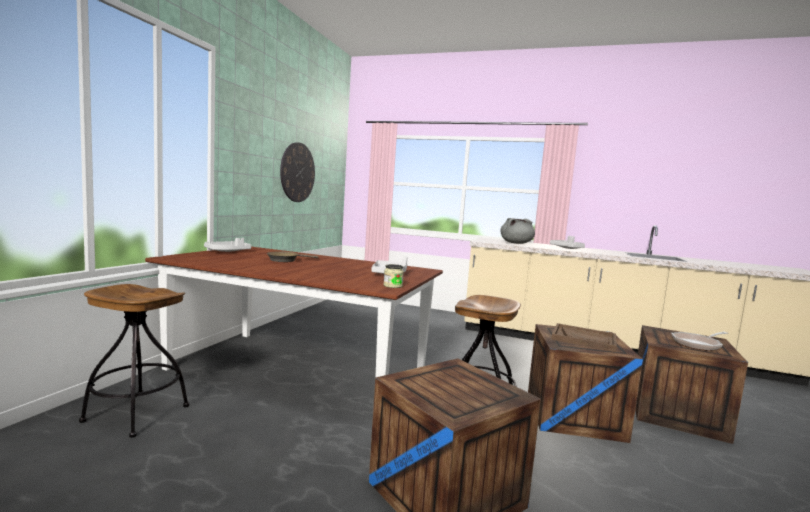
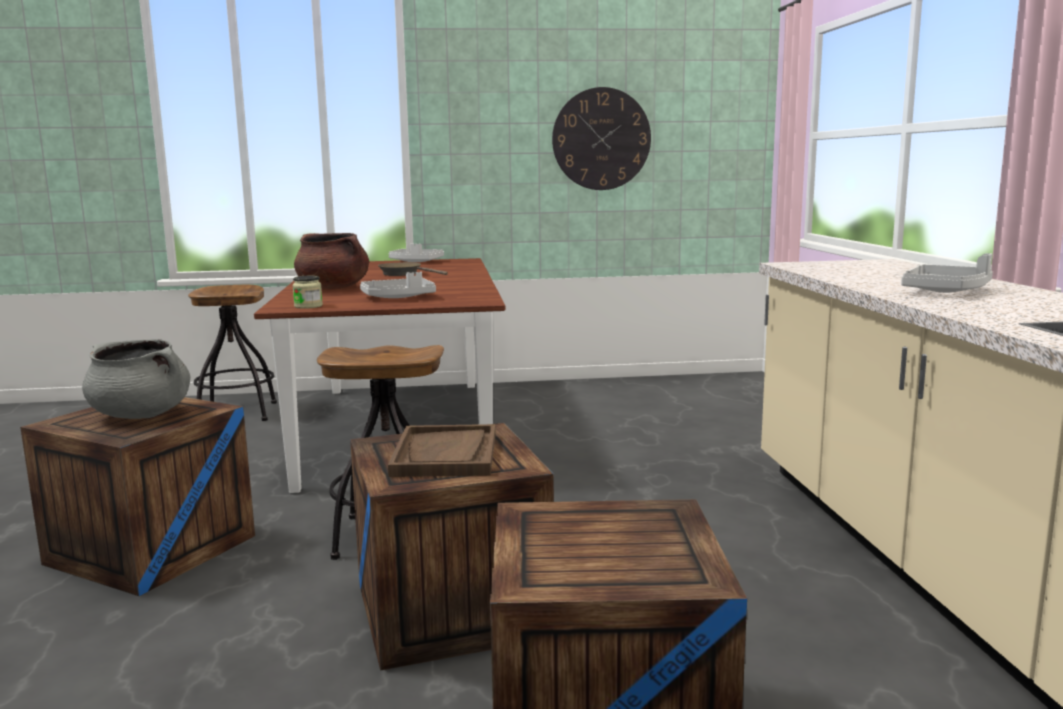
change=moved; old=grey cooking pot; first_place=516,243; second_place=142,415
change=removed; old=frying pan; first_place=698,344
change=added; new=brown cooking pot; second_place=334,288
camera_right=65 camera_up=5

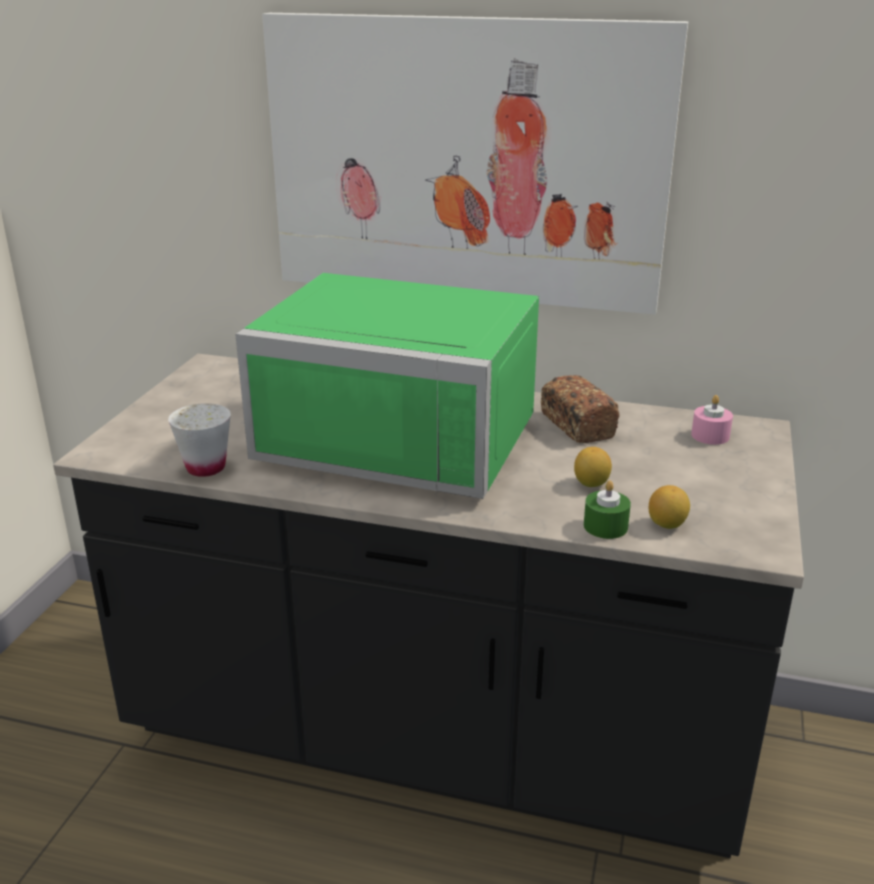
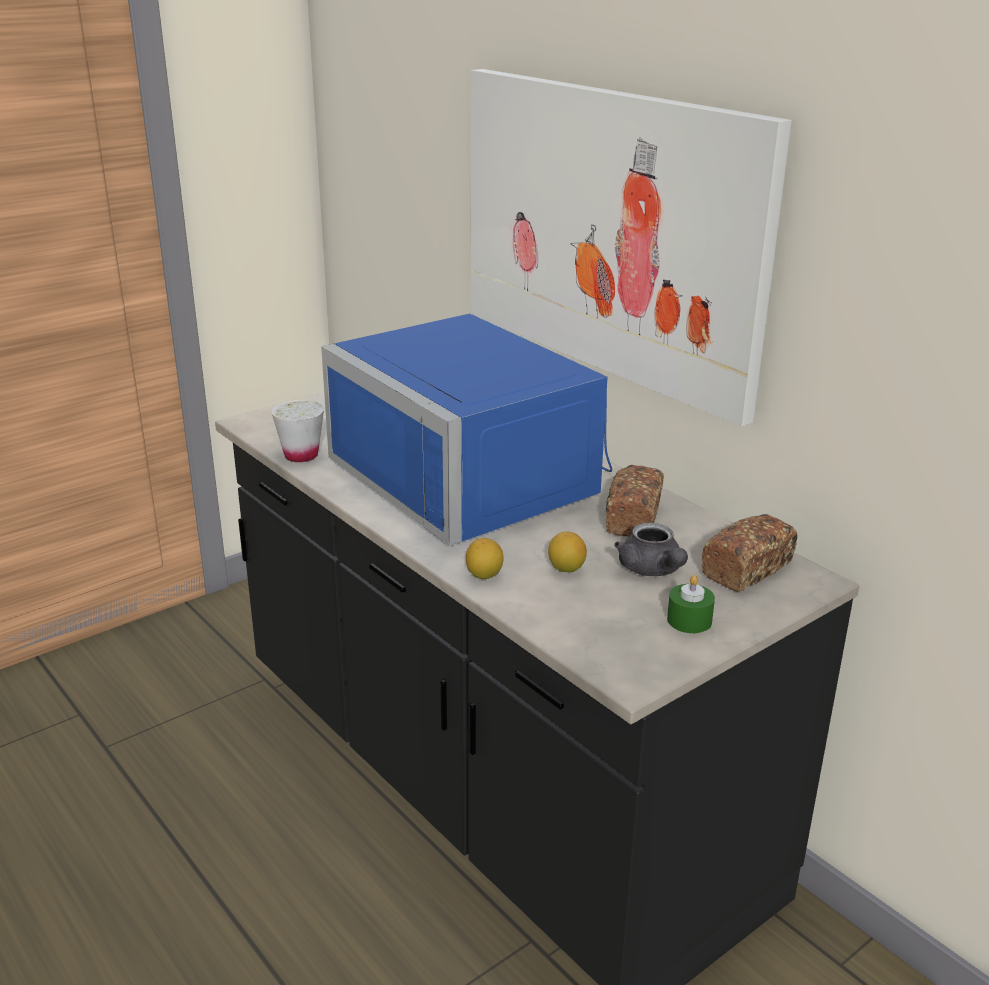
change=recoloured; old=green microwave; new=blue microwave; first_place=406,434; second_place=478,478
change=moved; old=green candle; first_place=605,526; second_place=689,620
change=moved; old=lemon; first_place=667,524; second_place=484,575
change=replaced; old=pink candle; new=bread; first_place=710,436; second_place=746,569
change=added; new=grey teapot; second_place=652,570
camera_right=35 camera_up=0

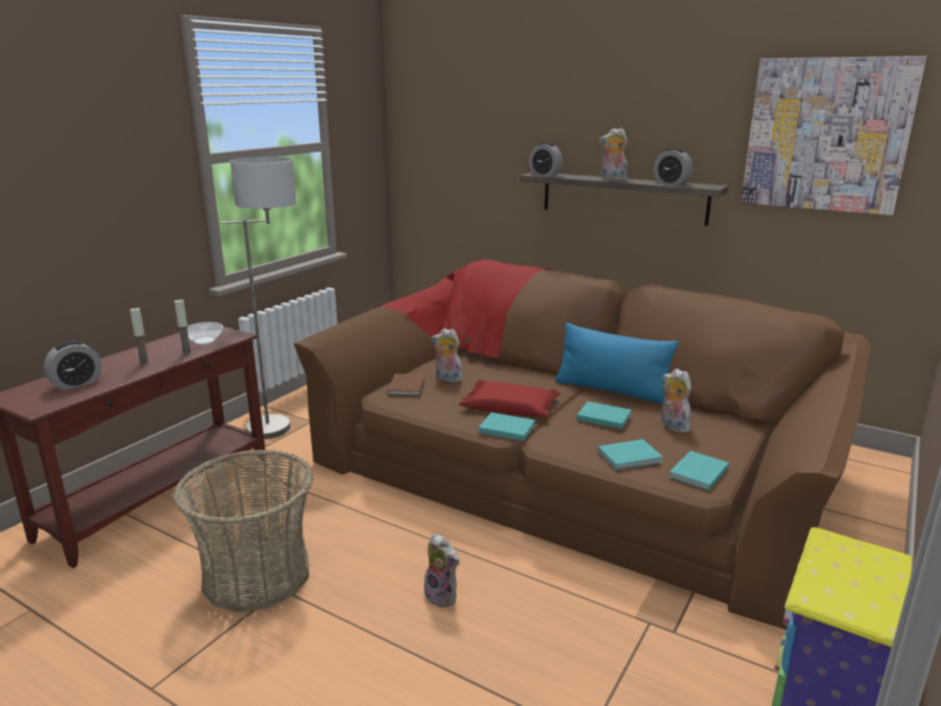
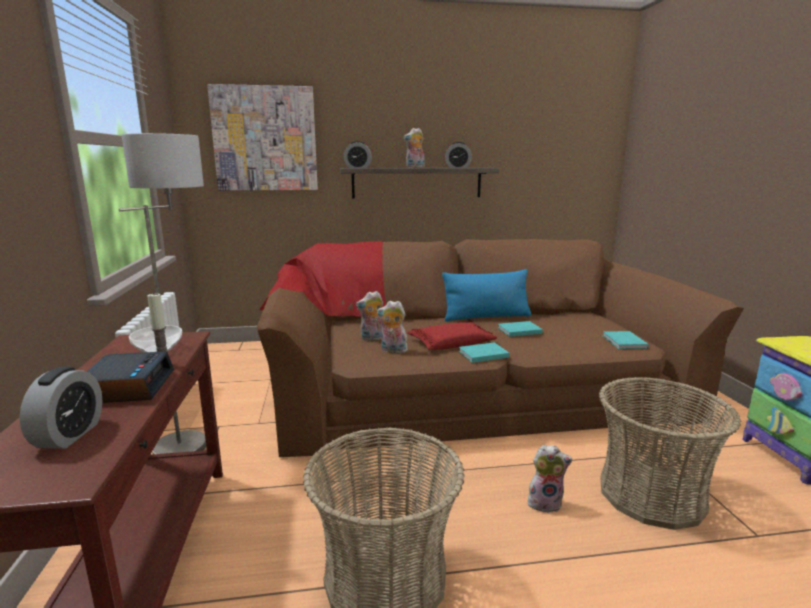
change=replaced; old=candle; new=alarm clock; first_place=144,363; second_place=127,386
change=removed; old=brown book; first_place=407,386
change=removed; old=turquoise book; first_place=631,457
change=moved; old=plush toy; first_place=672,426; second_place=393,350
change=moved; old=picture; first_place=826,135; second_place=265,139
change=added; new=basket; second_place=651,495
camera_right=-40 camera_up=-5

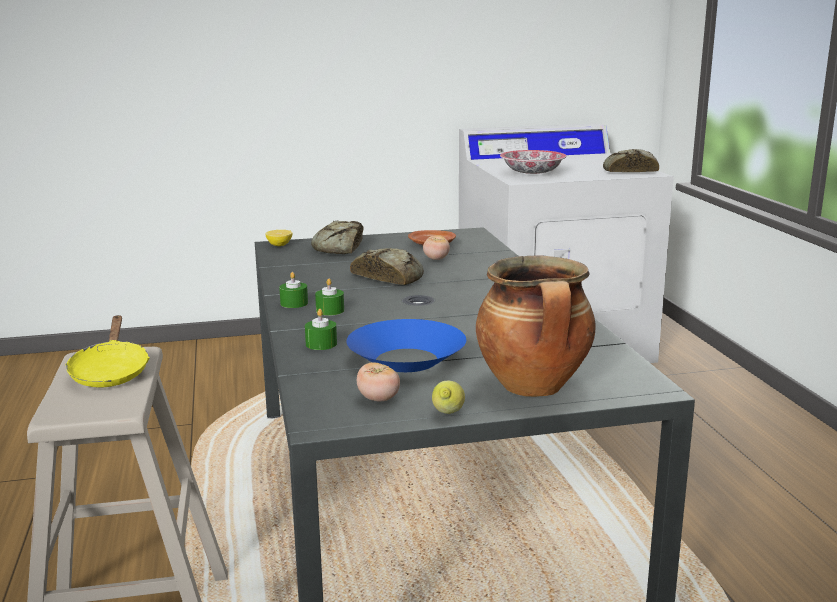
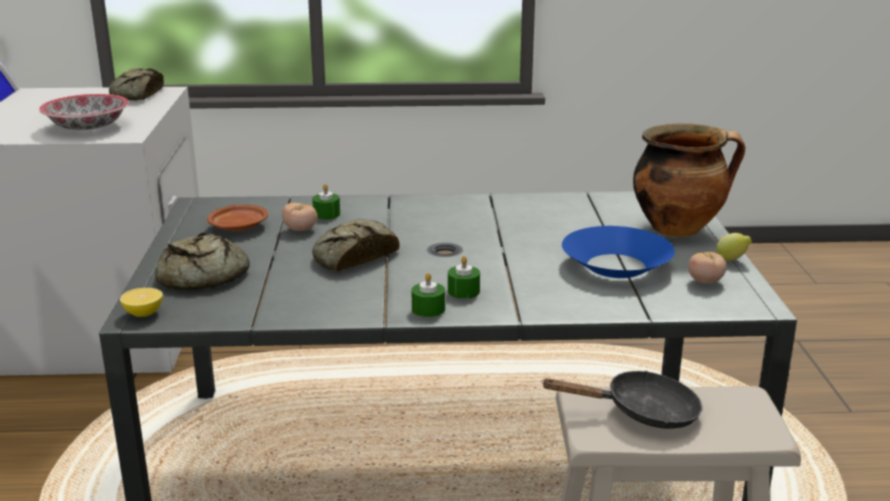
change=recoloured; old=yellow frying pan; new=black frying pan; first_place=110,371; second_place=642,412
change=moved; old=green candle; first_place=321,344; second_place=326,214
camera_right=-80 camera_up=5

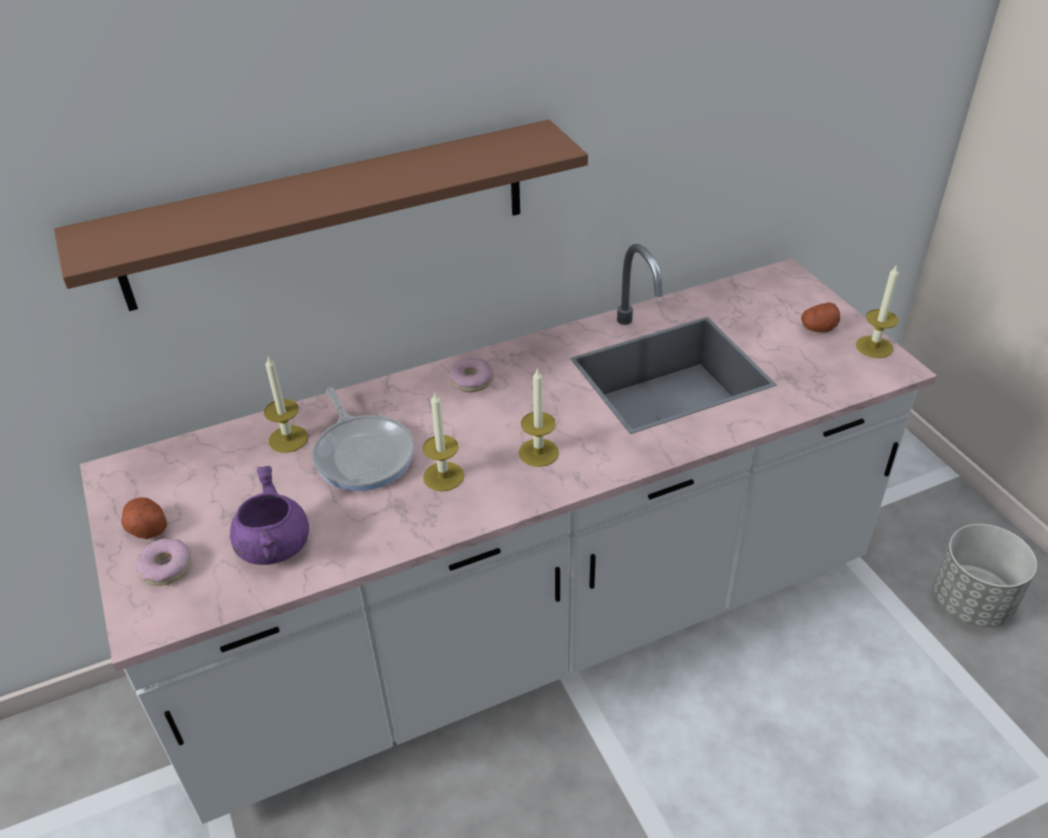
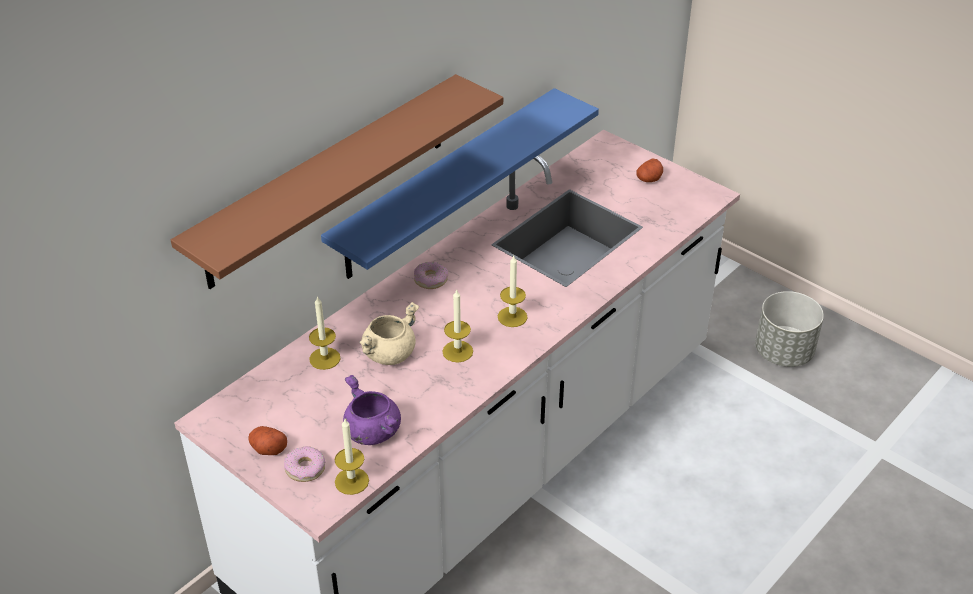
change=replaced; old=frying pan; new=beige cooking pot; first_place=363,454; second_place=389,353
change=moved; old=candle; first_place=874,347; second_place=351,481
change=added; new=blue shelf; second_place=446,183
camera_right=-25 camera_up=0

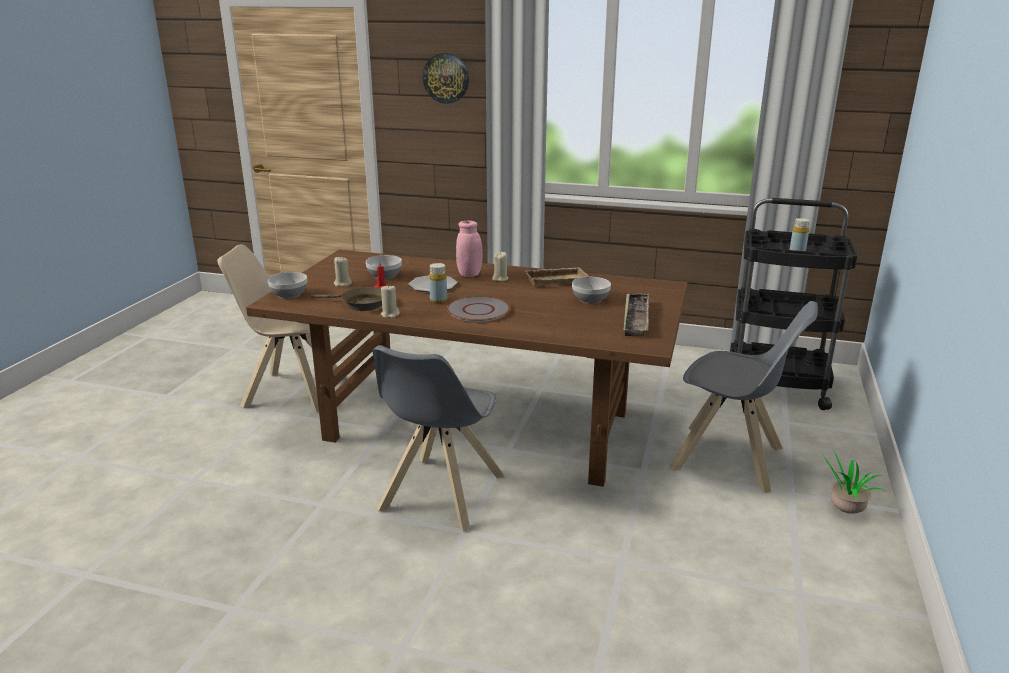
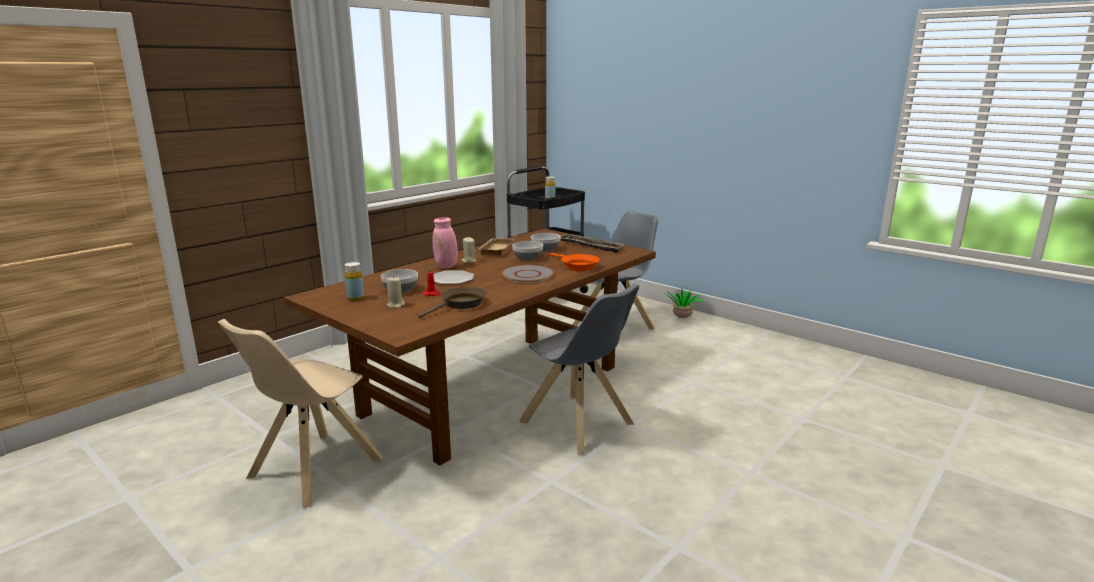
change=moved; old=bowl; first_place=289,295; second_place=528,258
change=removed; old=beige candle; first_place=390,314
change=removed; old=wall clock; first_place=446,78
change=moved; old=yellow bottle; first_place=438,300; second_place=355,298
change=added; new=orange frying pan; second_place=577,266
camera_right=-65 camera_up=-5

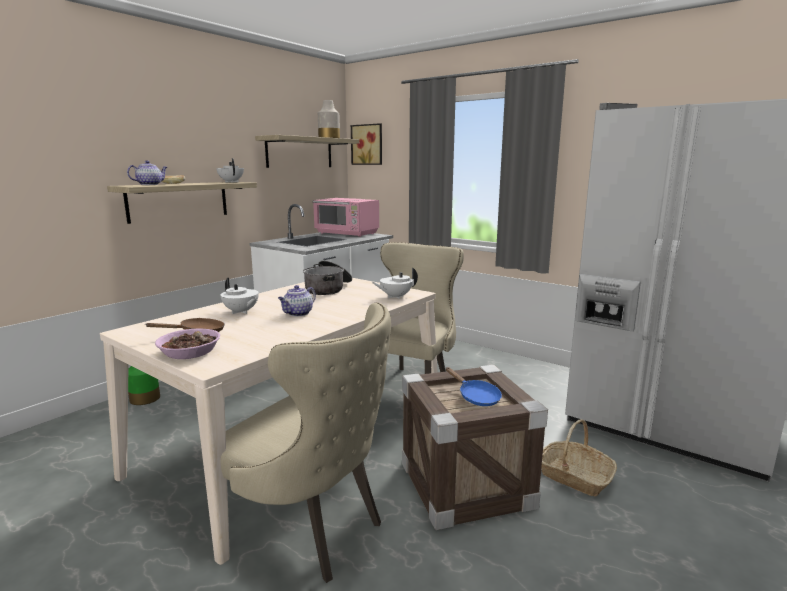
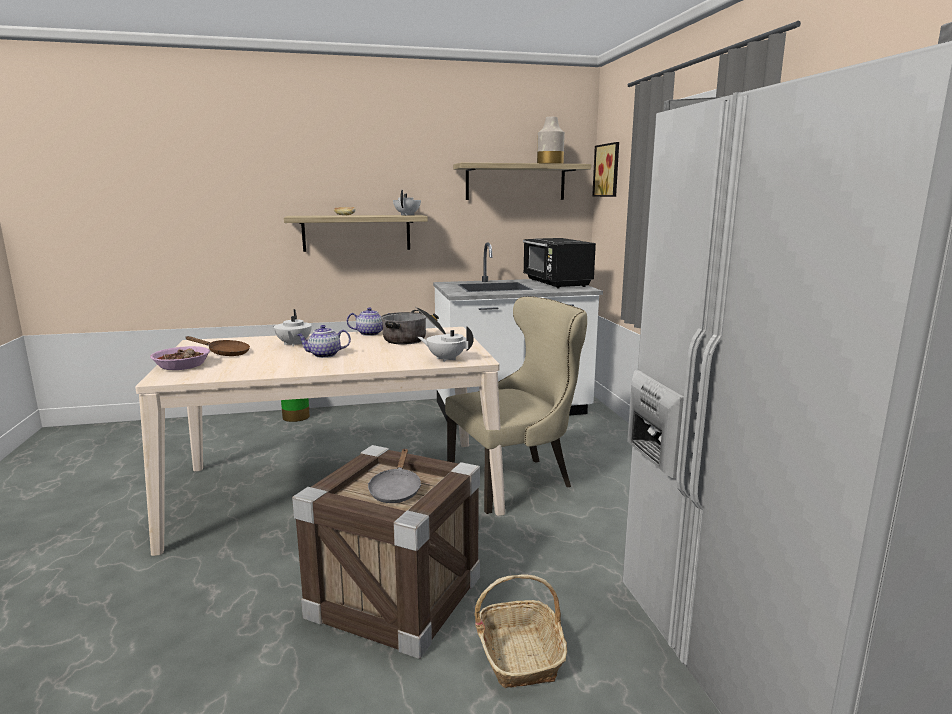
change=moved; old=teapot; first_place=150,184; second_place=370,333
change=removed; old=beige chair; first_place=310,528
change=recoloured; old=pink microwave; new=black microwave; first_place=347,233; second_place=556,283
change=recoloured; old=blue frying pan; new=grey frying pan; first_place=476,397; second_place=395,490
camera_right=40 camera_up=0

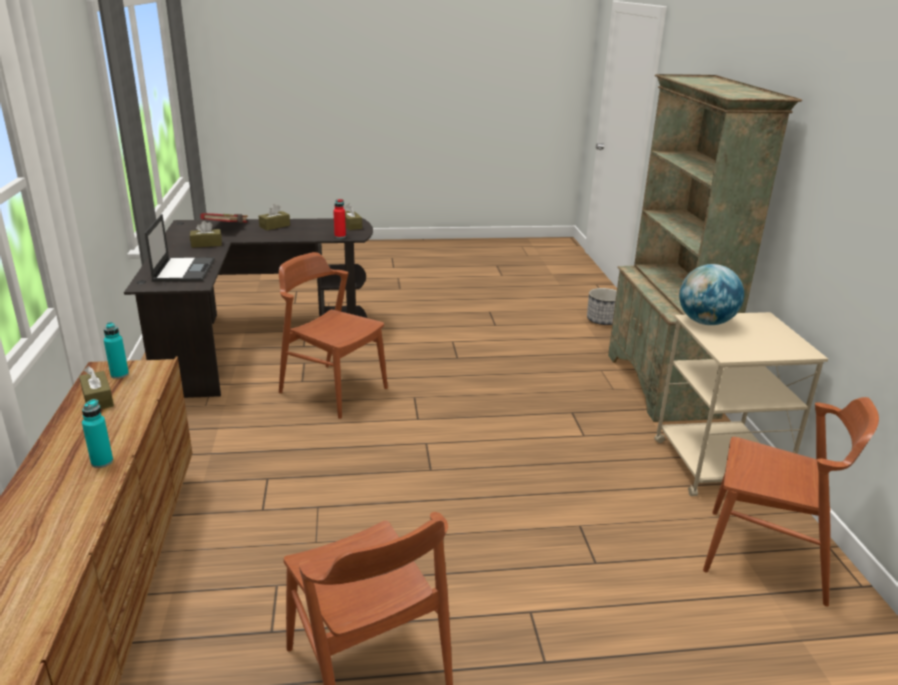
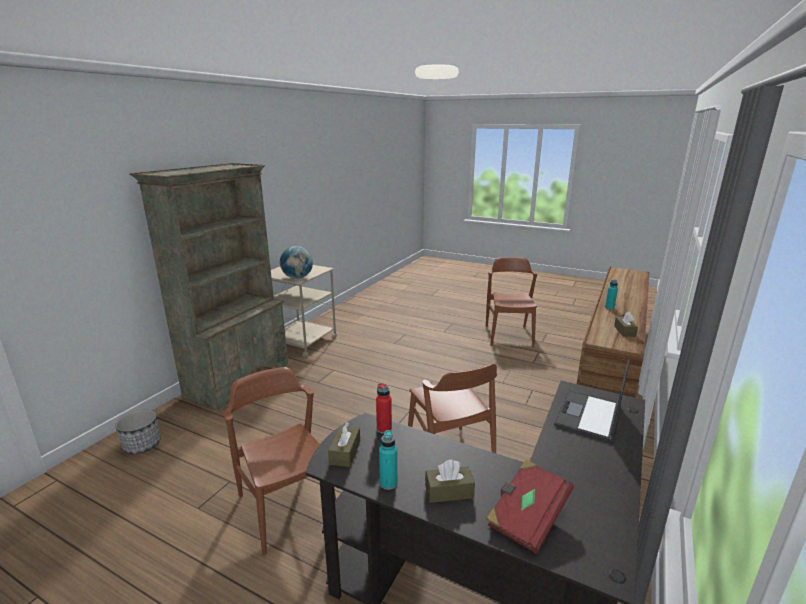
change=moved; old=turquoise bottle; first_place=119,374; second_place=388,483
change=removed; old=brown tissue box; first_place=206,244
change=moved; old=brown chair; first_place=766,556; second_place=287,507
camera_right=-145 camera_up=-5

